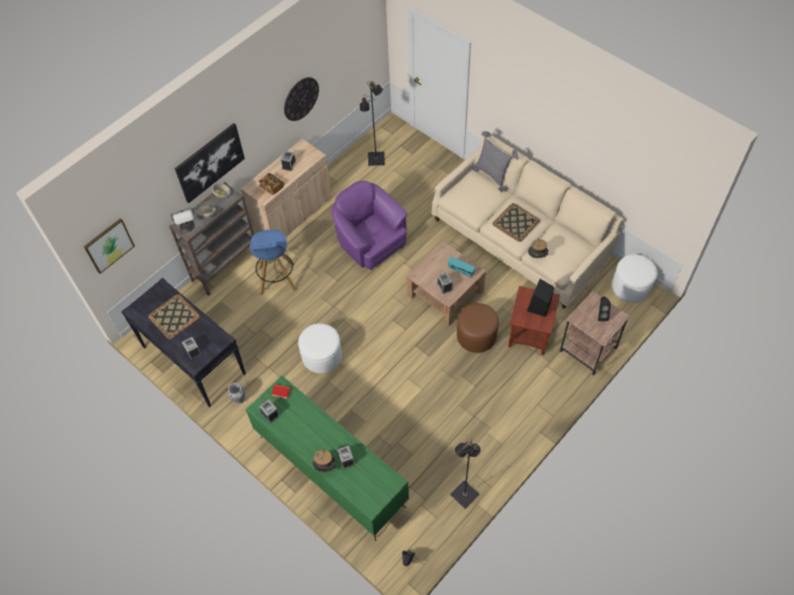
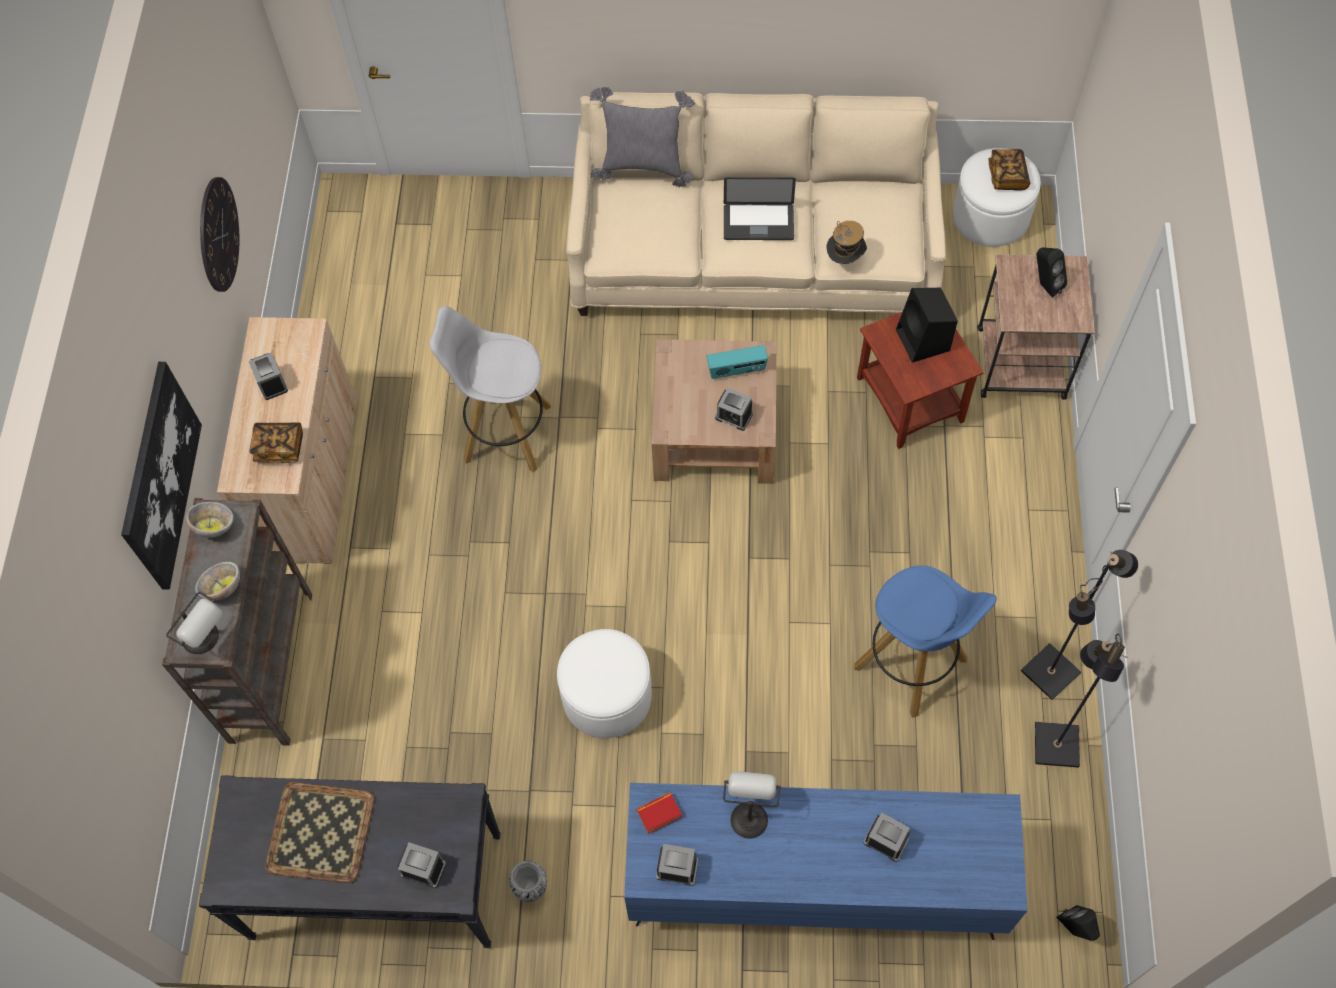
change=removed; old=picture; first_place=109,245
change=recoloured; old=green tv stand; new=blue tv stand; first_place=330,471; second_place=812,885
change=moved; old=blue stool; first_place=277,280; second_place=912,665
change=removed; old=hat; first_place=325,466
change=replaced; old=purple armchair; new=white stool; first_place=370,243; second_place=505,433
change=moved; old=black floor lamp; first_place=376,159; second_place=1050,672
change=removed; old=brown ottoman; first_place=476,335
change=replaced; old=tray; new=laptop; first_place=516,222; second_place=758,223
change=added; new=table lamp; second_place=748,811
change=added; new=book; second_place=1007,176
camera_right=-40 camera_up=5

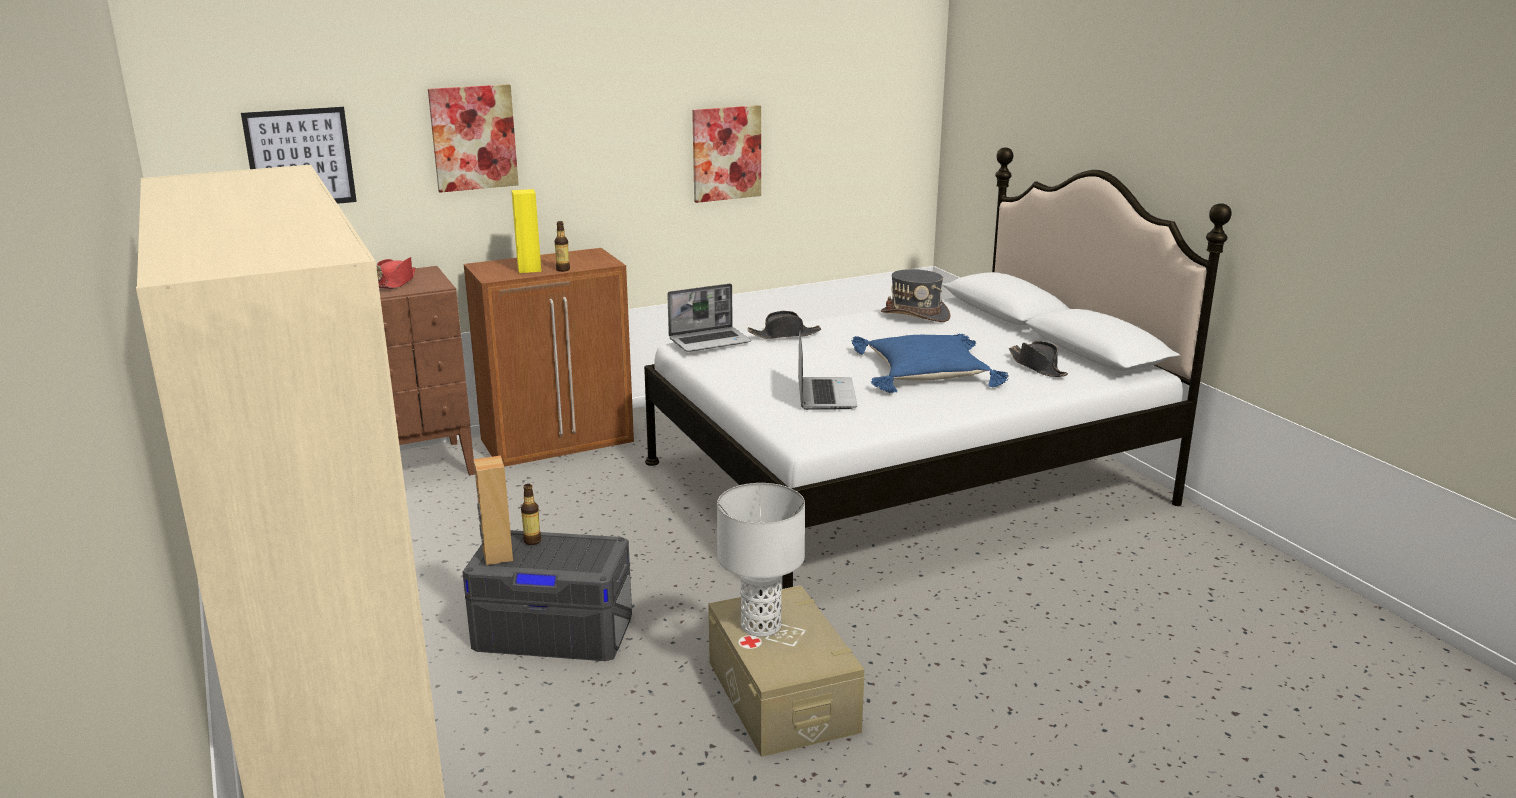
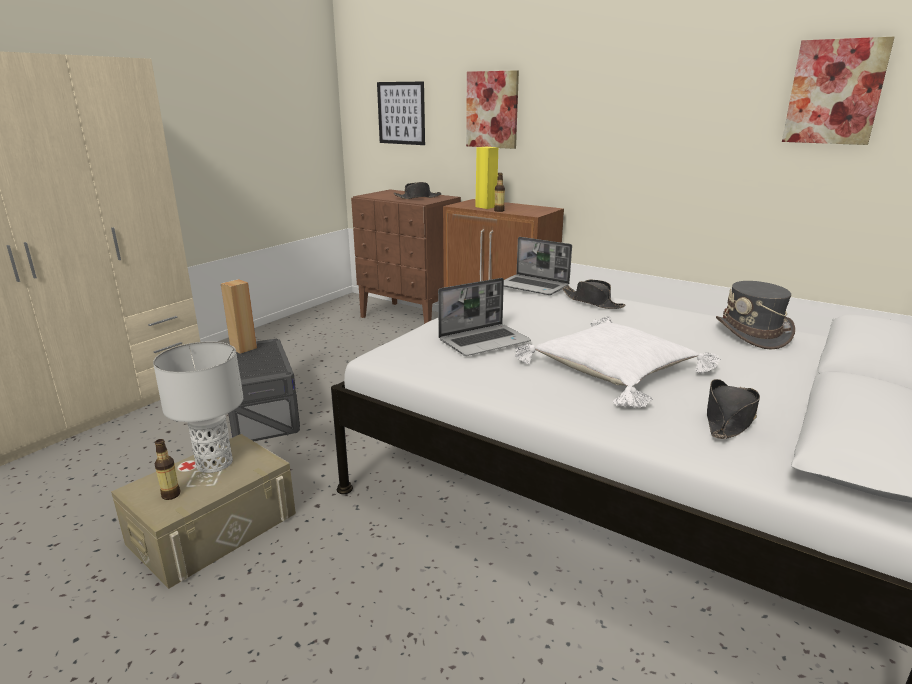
change=recoloured; old=red hat; new=black hat; first_place=396,282; second_place=418,197
change=moved; old=bottle; first_place=532,541; second_place=171,495
change=moved; old=picture; first_place=726,153; second_place=835,92
change=recoloured; old=blue pillow; new=white pillow; first_place=925,369; second_place=613,366
camera_right=60 camera_up=0

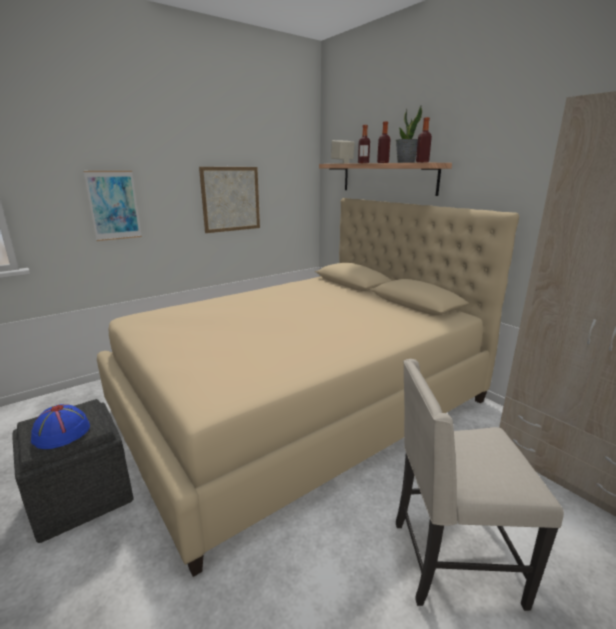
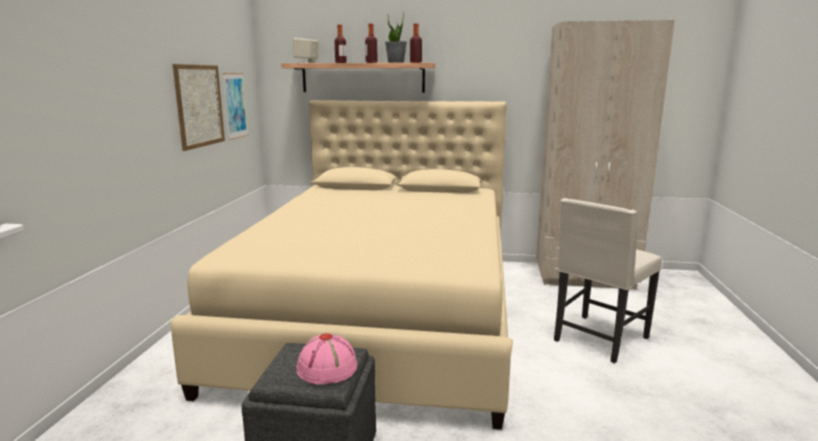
change=recoloured; old=blue hat; new=pink hat; first_place=61,433; second_place=327,368
change=moved; old=picture; first_place=114,205; second_place=235,105
camera_right=-45 camera_up=-5

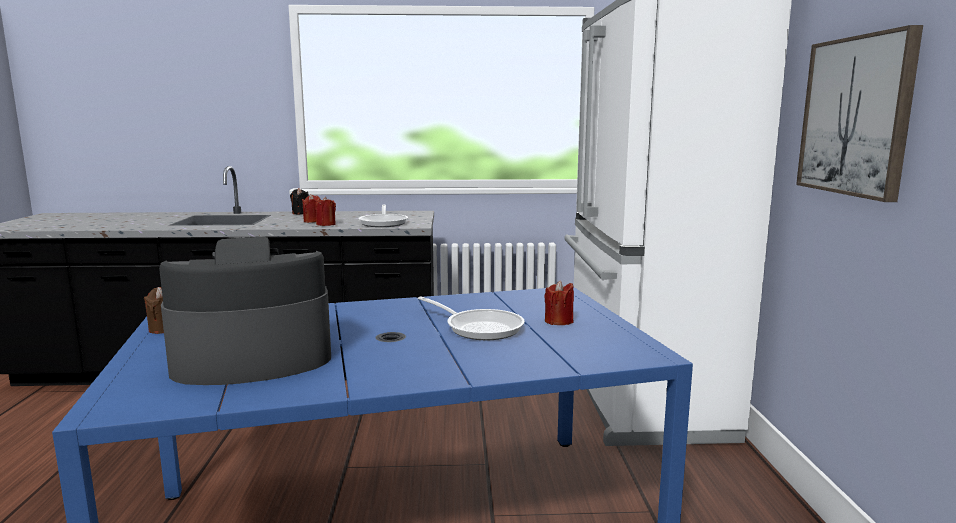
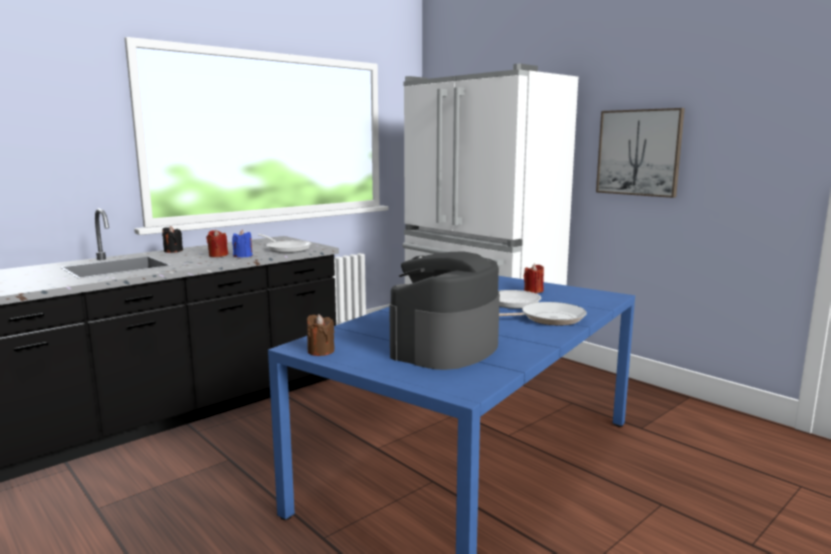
change=recoloured; old=red candle; new=blue candle; first_place=326,224; second_place=243,256
change=added; new=frying pan; second_place=548,318
camera_right=-40 camera_up=0

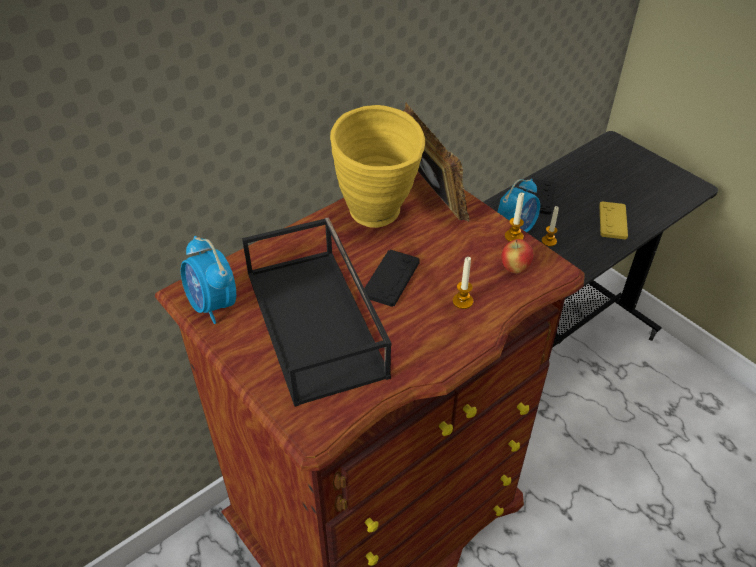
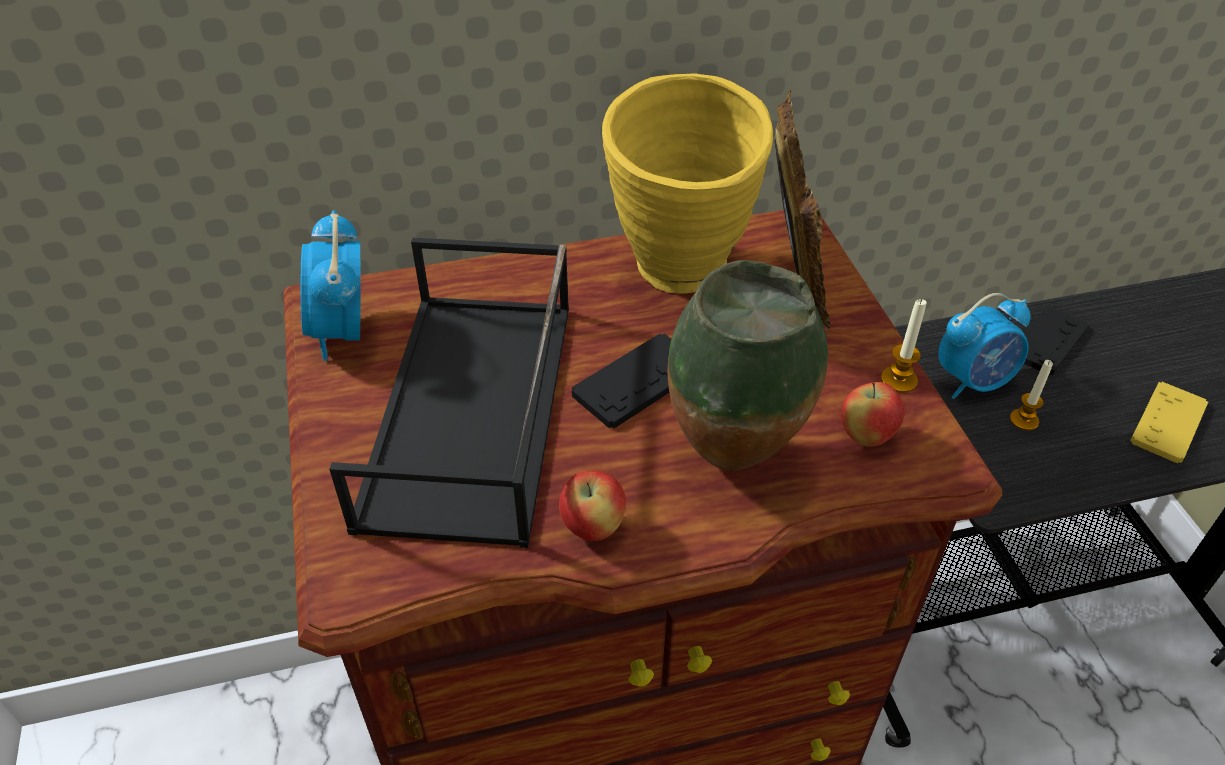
change=replaced; old=candle; new=vase; first_place=462,301; second_place=735,461
change=added; new=apple; second_place=593,527
camera_right=25 camera_up=0

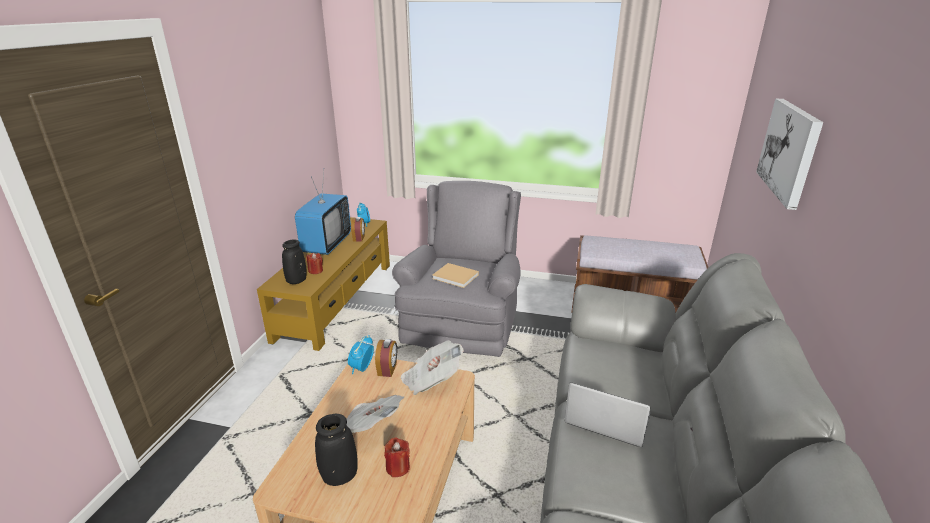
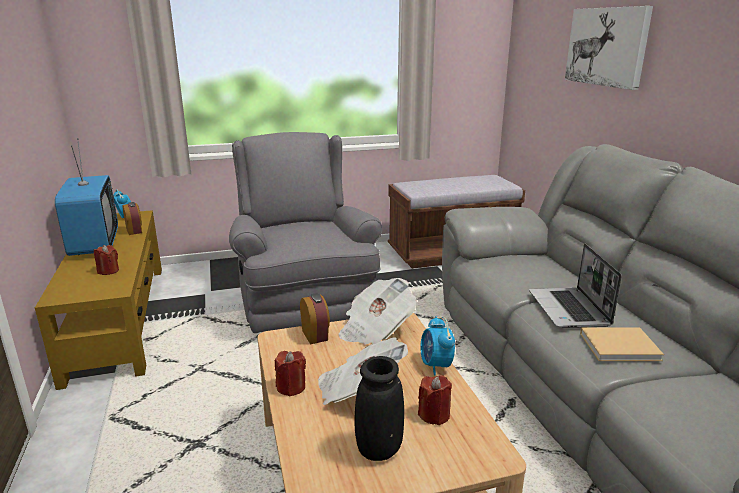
change=removed; old=black vase; first_place=296,281
change=moved; old=alarm clock; first_place=362,368; second_place=436,365
change=moved; old=beige book; first_place=456,277; second_place=621,346
change=turned; old=laptop; first_place=605,420; second_place=569,309; degrees=-90
change=added; new=red candle; second_place=291,387
camera_right=-30 camera_up=-5

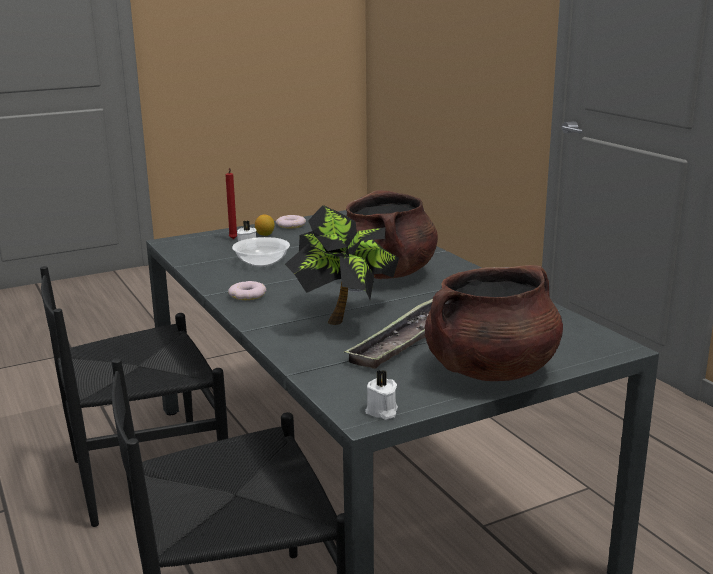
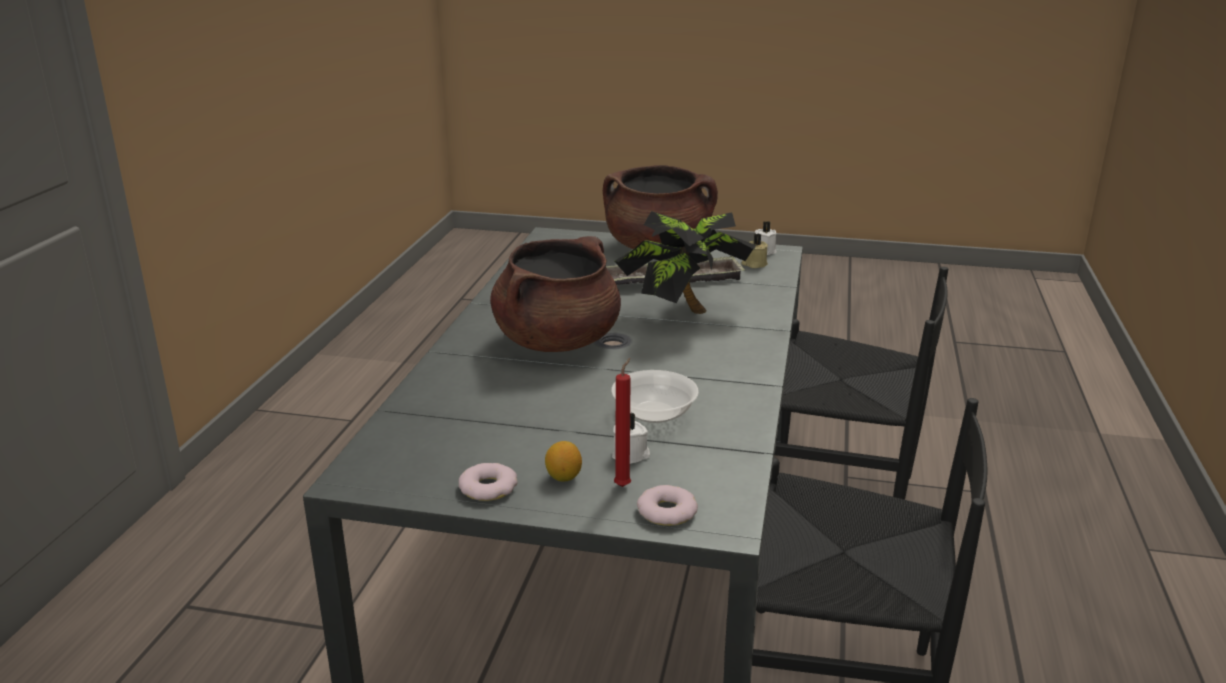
change=moved; old=donut; first_place=248,295; second_place=666,511
change=added; new=beige candle; second_place=754,264
camera_right=-140 camera_up=5

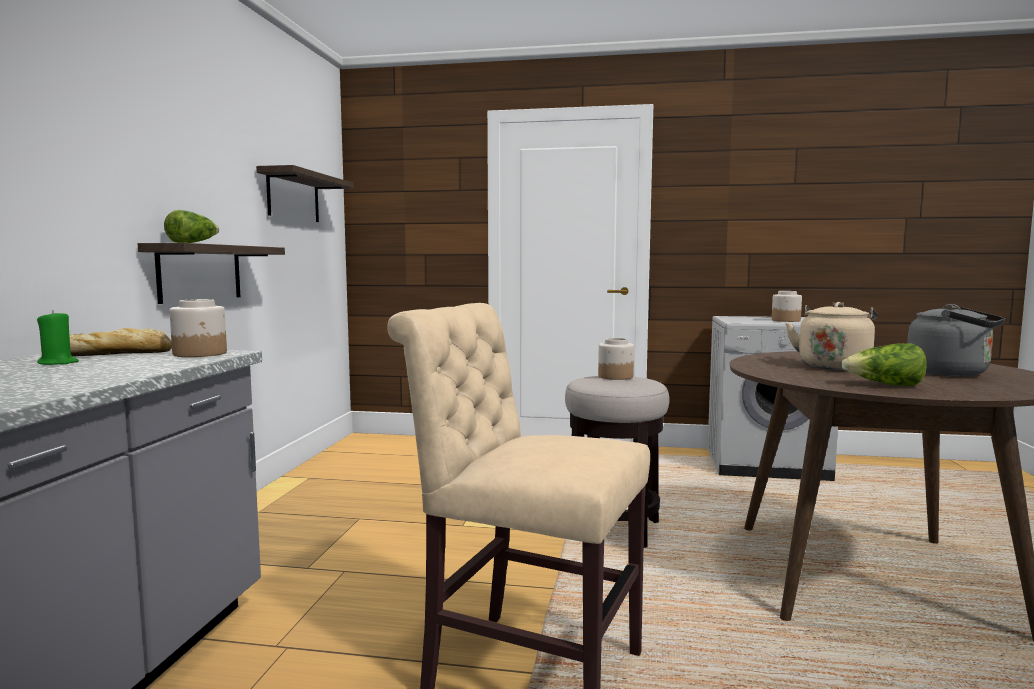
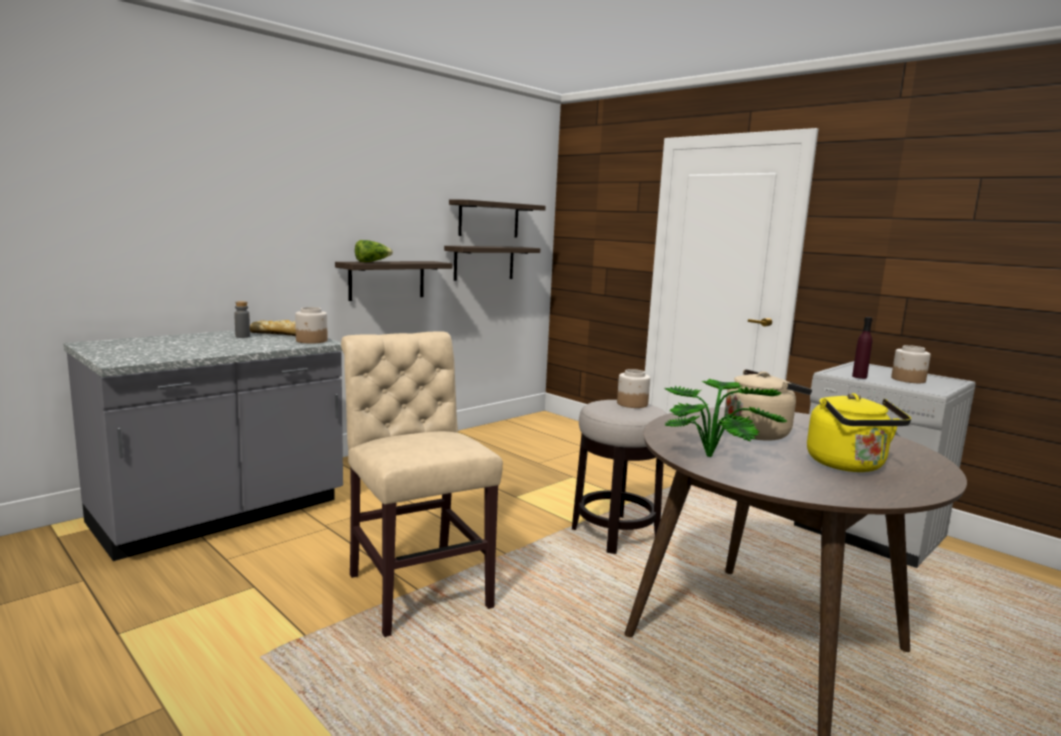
change=replaced; old=green candle; new=grey bottle; first_place=58,363; second_place=242,336
change=replaced; old=lettuce; new=potted plant; first_place=885,385; second_place=717,457
change=recoloured; old=grey kettle; new=yellow kettle; first_place=953,373; second_place=849,465
change=added; new=shelf; second_place=484,263
change=added; new=purple bottle; second_place=859,377
camera_right=35 camera_up=5

